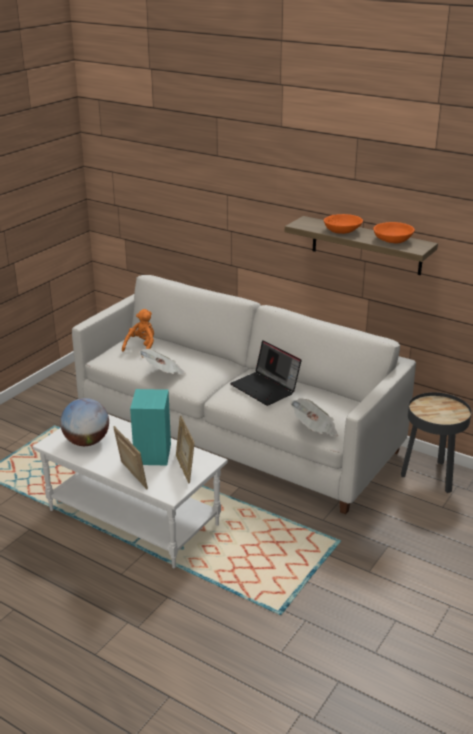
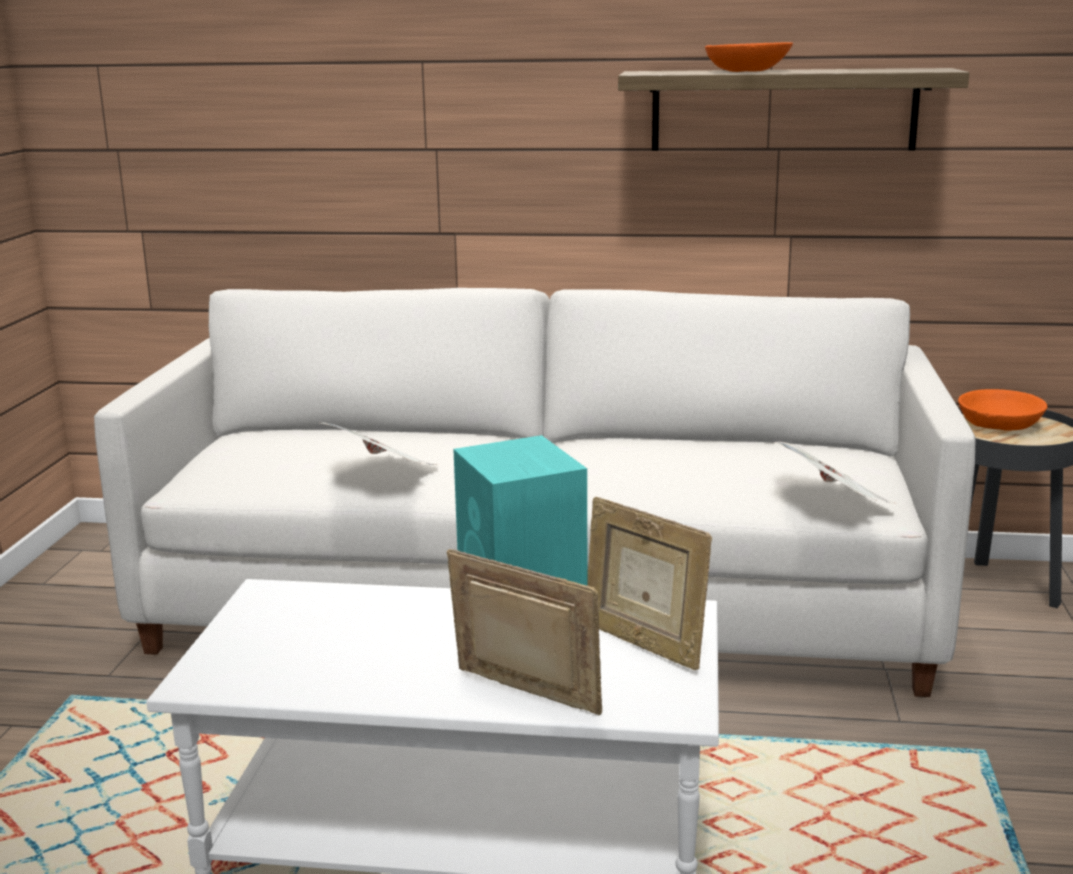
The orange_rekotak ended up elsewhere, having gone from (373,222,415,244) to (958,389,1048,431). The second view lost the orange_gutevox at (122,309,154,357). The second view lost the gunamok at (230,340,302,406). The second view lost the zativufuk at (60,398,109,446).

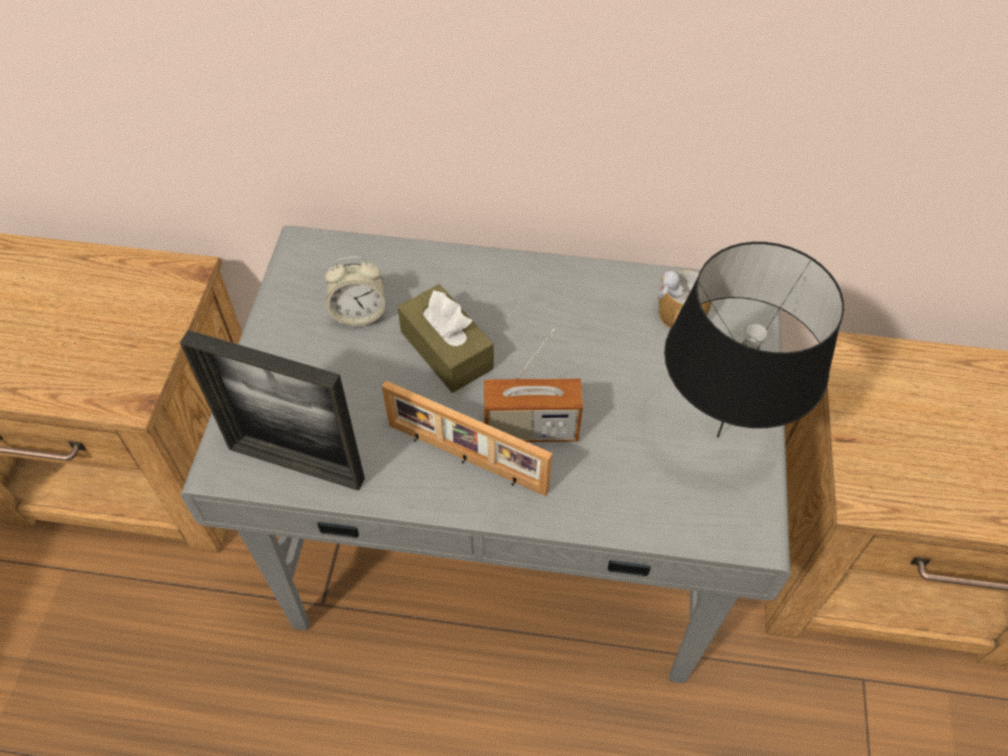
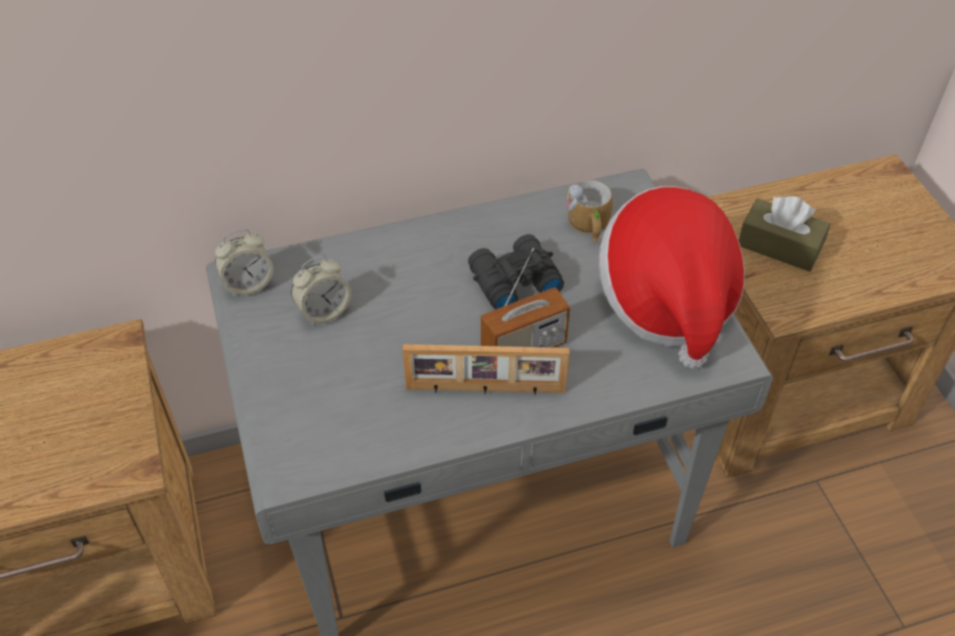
Where the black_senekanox stood at (664,242,844,438), the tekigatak came to stand at (599,186,745,369). The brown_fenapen ended up elsewhere, having gone from (398,284,494,393) to (739,196,830,272). The second view lost the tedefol at (180,330,365,491). The second view gained the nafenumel at (215,229,273,297). The second view gained the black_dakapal at (468,234,564,310).

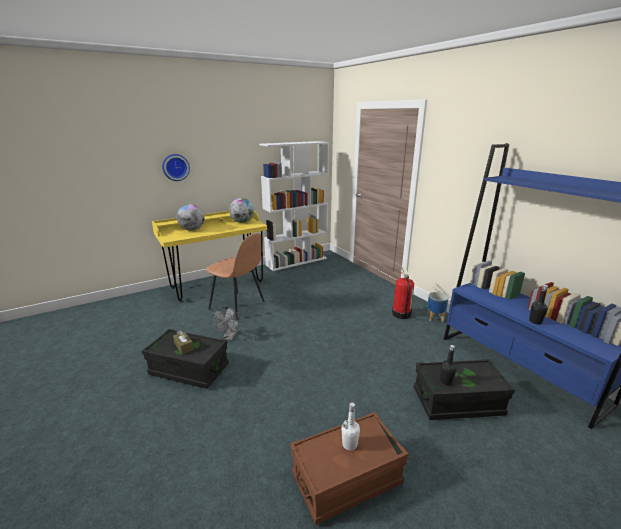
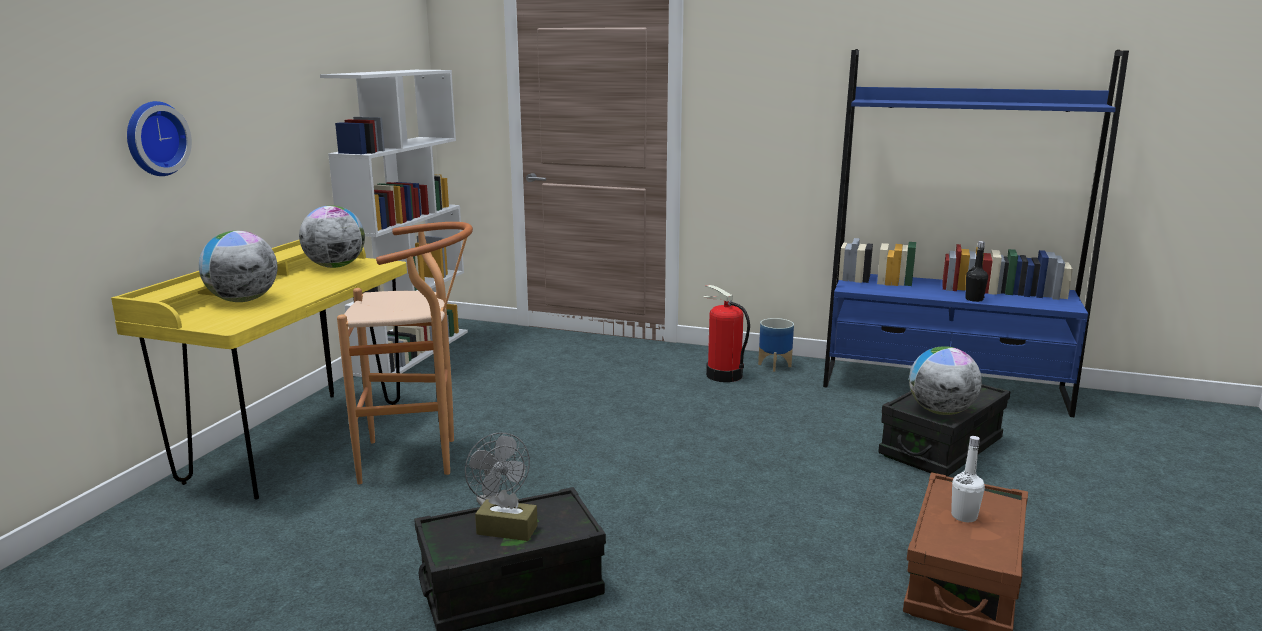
Where the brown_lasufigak stood at (206,233,264,319), the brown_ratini came to stand at (337,222,473,484). Where the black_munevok stood at (440,345,457,385), the zativufuk came to stand at (909,346,982,415).

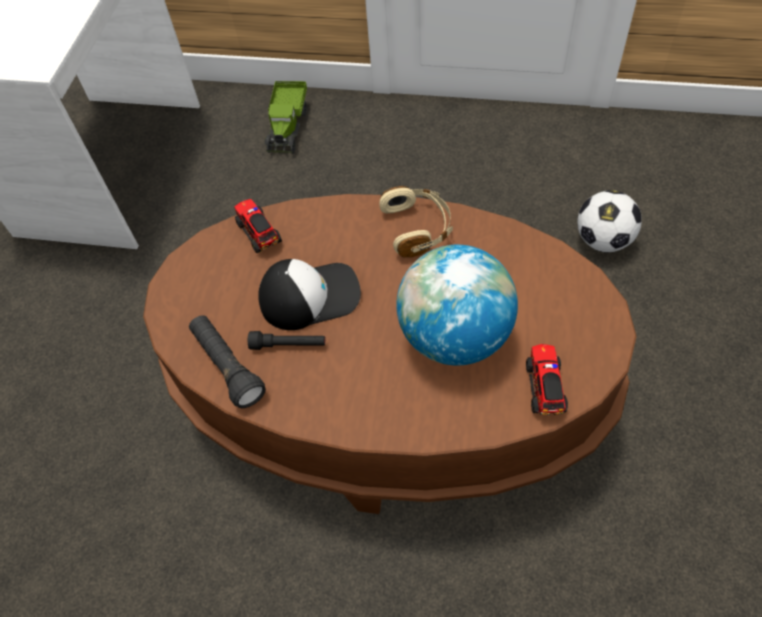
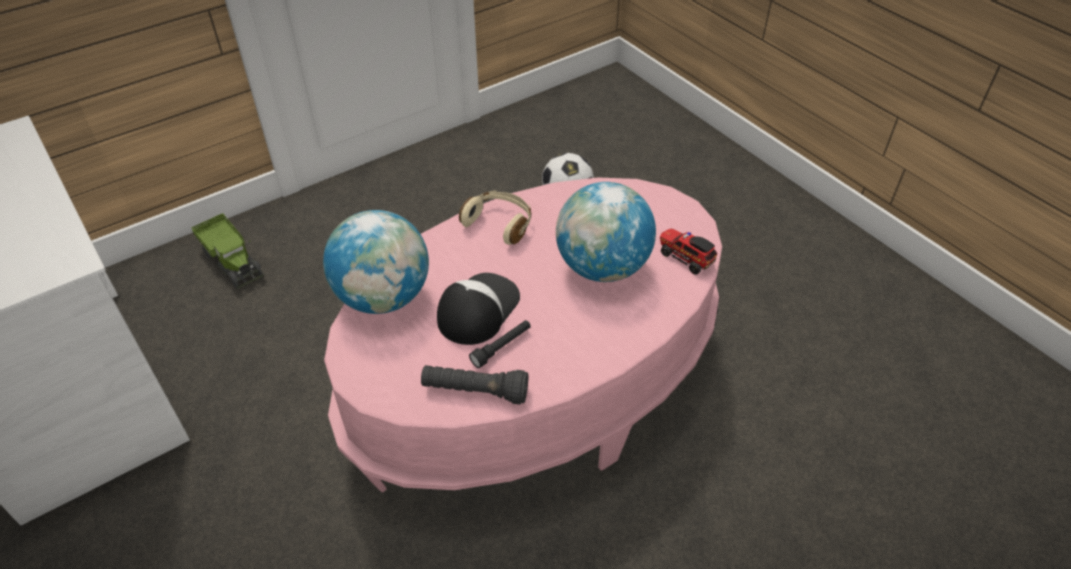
What was the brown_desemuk at (143,194,637,514) turned into the pink_desemuk at (324,177,722,492). Where the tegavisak stood at (234,199,282,253), the zativufuk came to stand at (323,210,429,314).

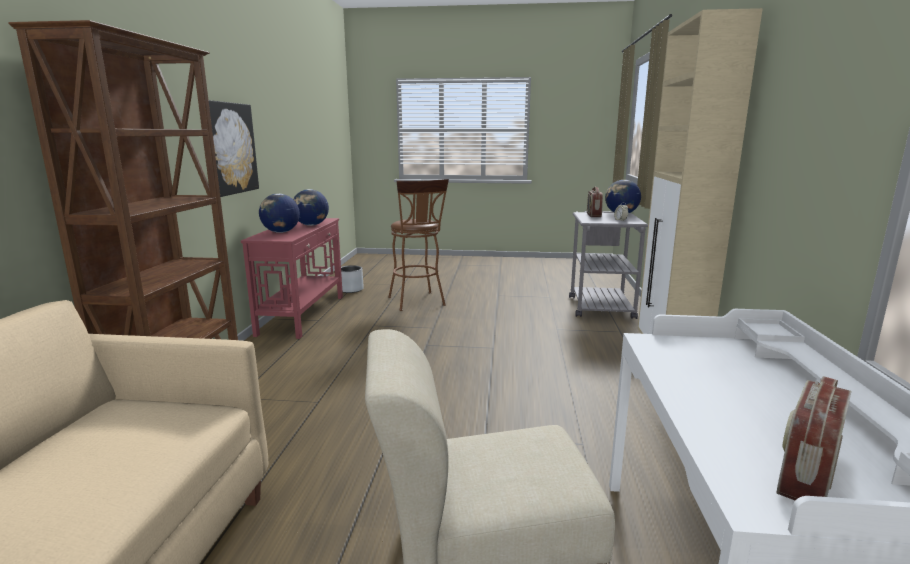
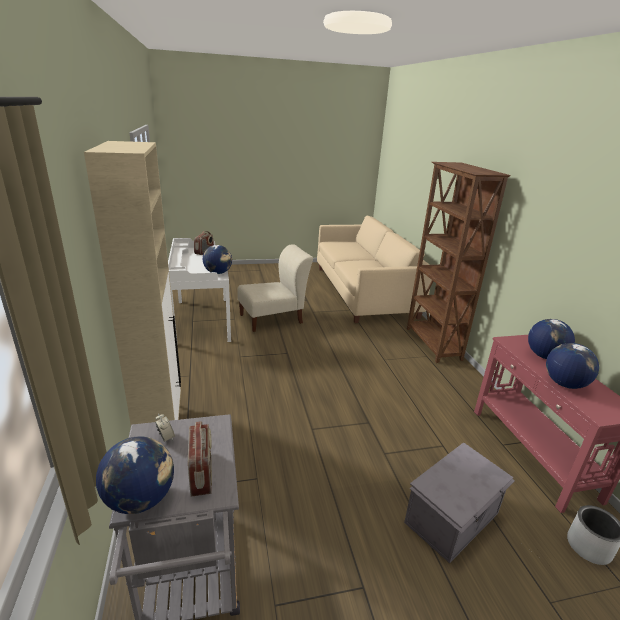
The second view lost the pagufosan at (209,100,259,197). Where the brown_ratini stood at (388,179,449,311), the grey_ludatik came to stand at (404,442,515,563). The second view gained the zativufuk at (203,245,232,274).

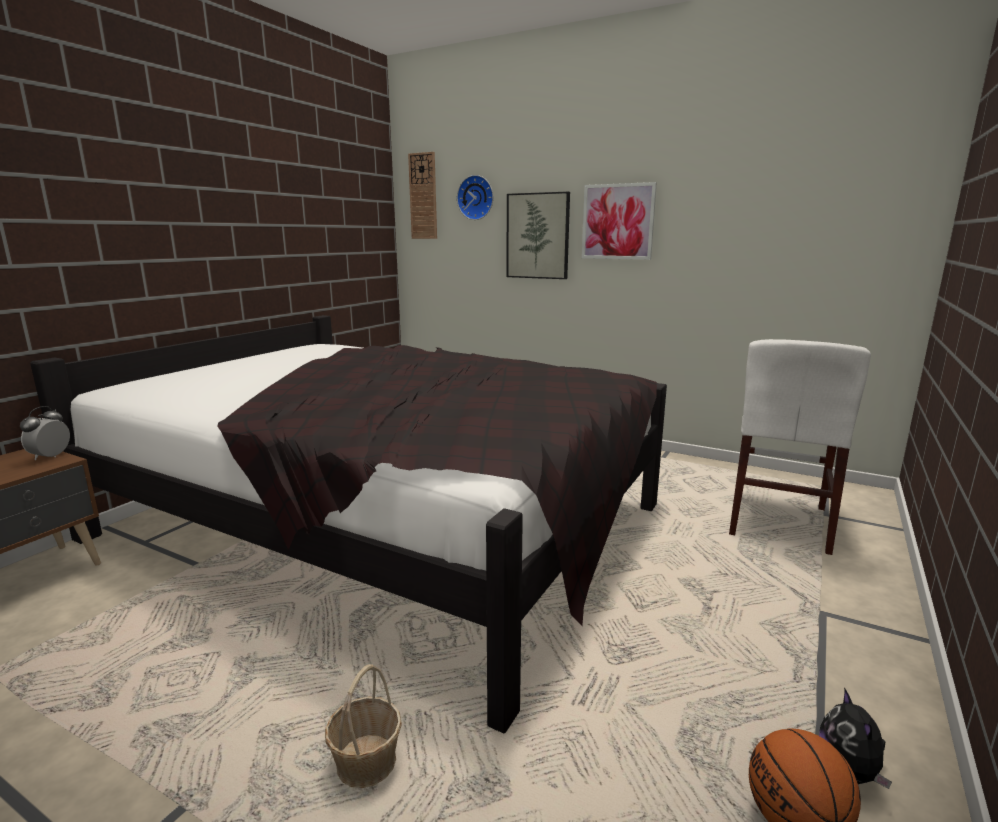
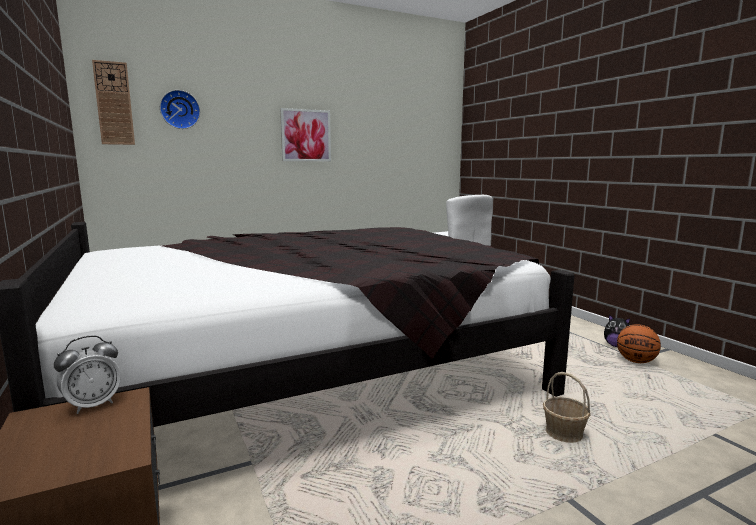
The second view lost the pagufosan at (506,192,570,279). The nafenumel at (20,406,70,460) ended up facing another way, 90 degrees counterclockwise from before.

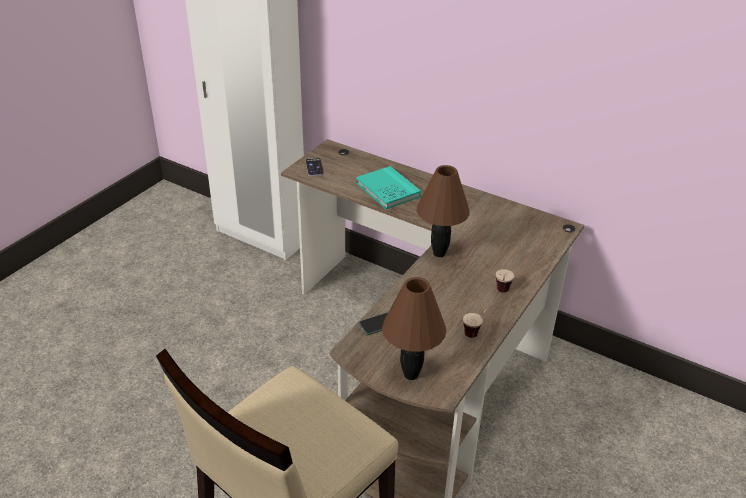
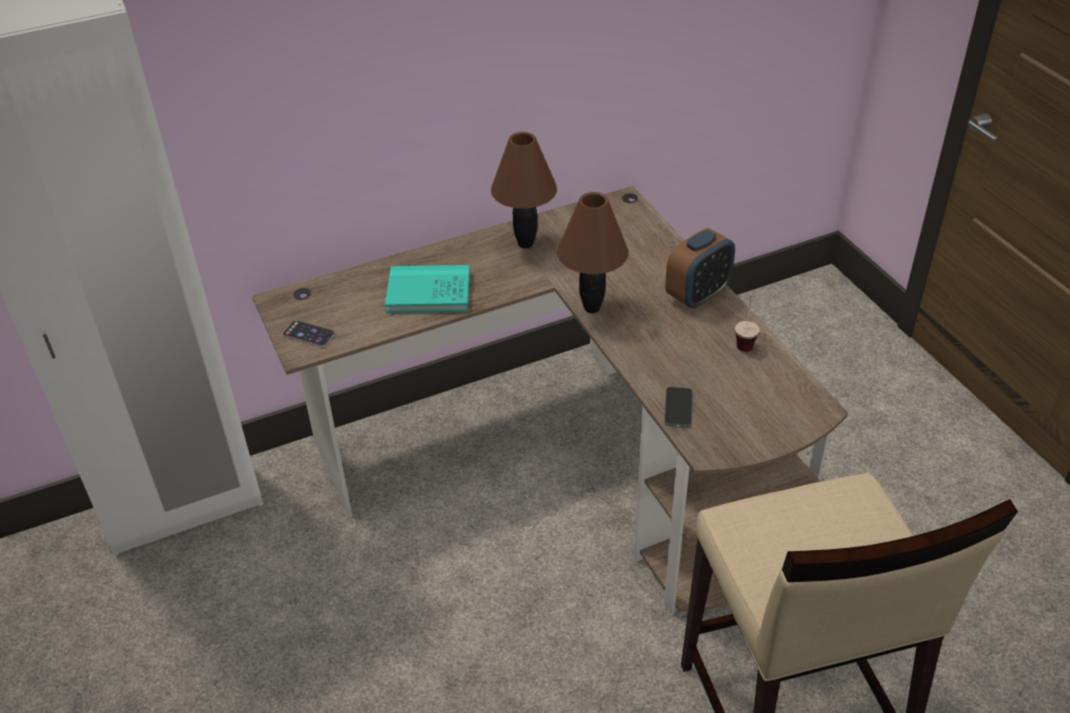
Where the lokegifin stood at (496,269,514,293), the nafenumel came to stand at (665,228,735,309). The brown_senekanox ended up elsewhere, having gone from (382,277,447,380) to (491,132,557,249).

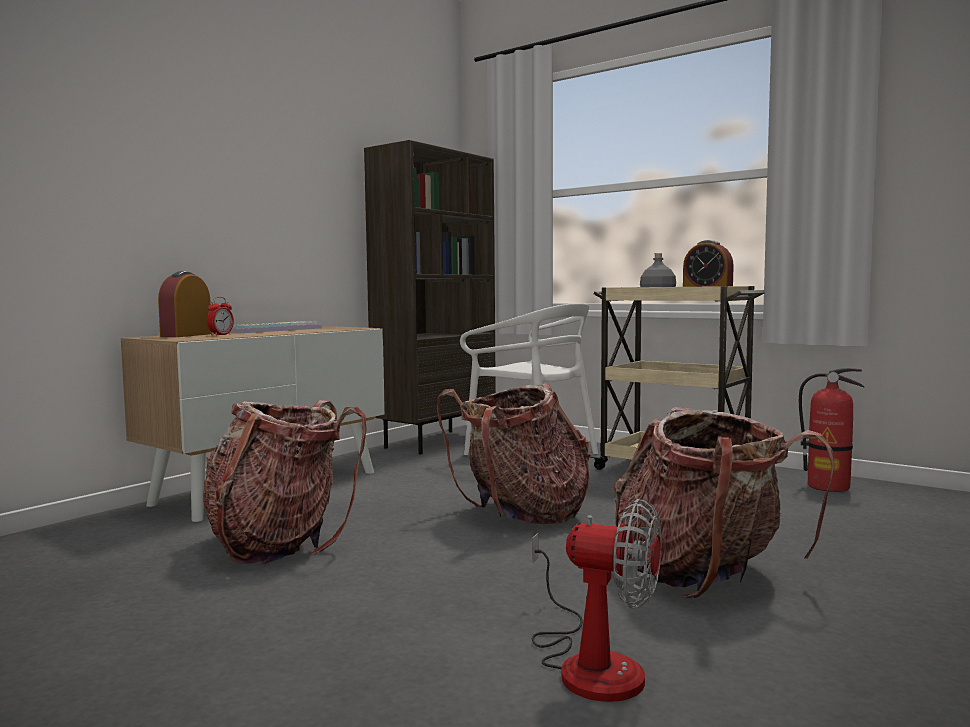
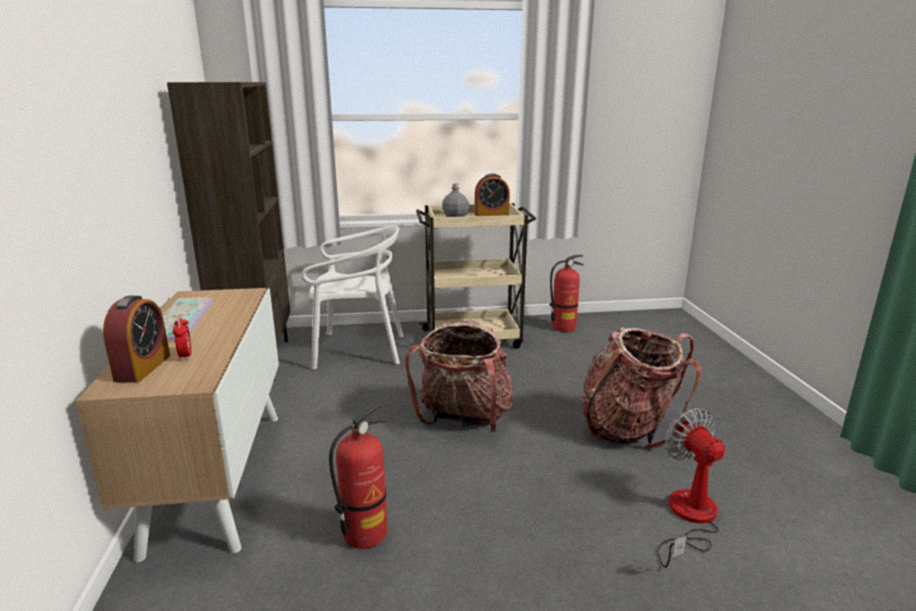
The nafenumel at (158,271,212,337) ended up facing another way, 150 degrees counterclockwise from before. Where the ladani stood at (203,400,367,564), the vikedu came to stand at (329,404,387,549). The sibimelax at (532,499,662,702) ended up facing another way, 90 degrees counterclockwise from before.

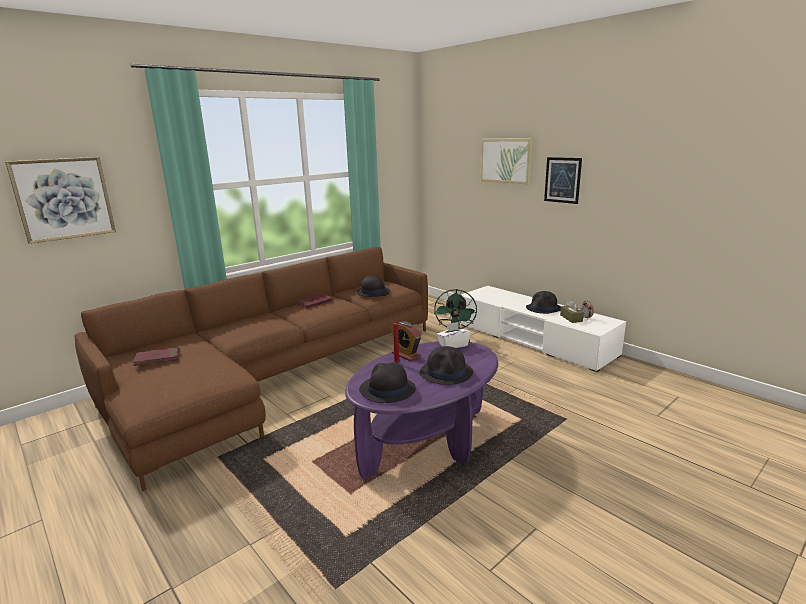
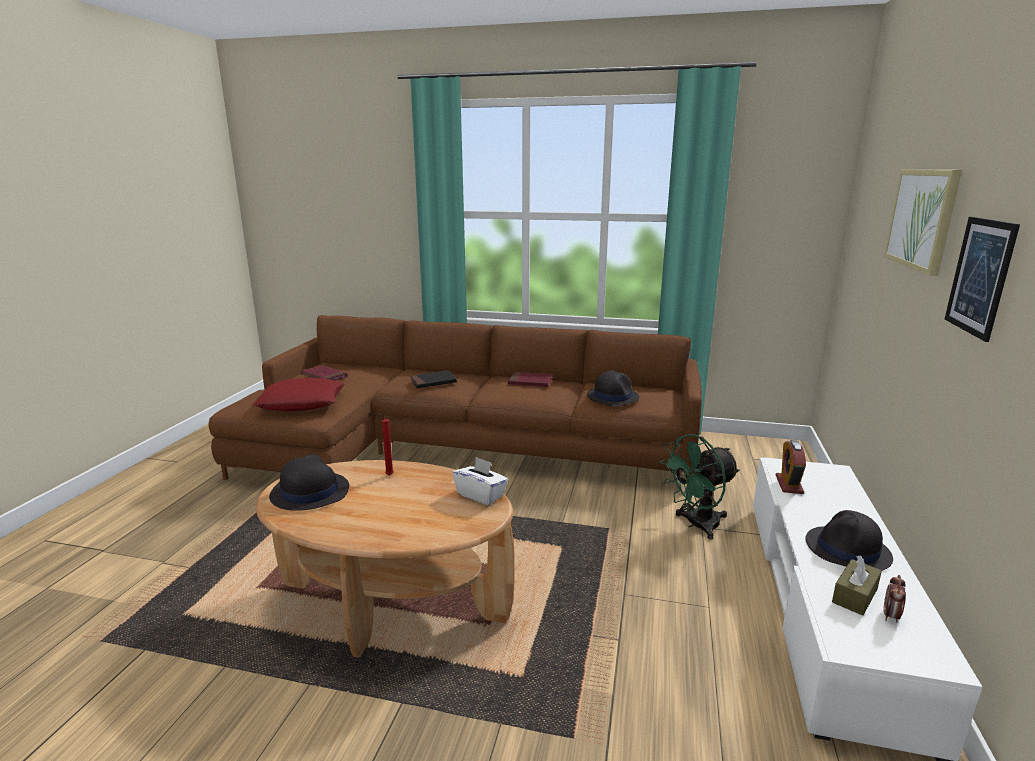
The second view lost the pagufosan at (5,157,116,244). The nafenumel ended up elsewhere, having gone from (391,321,421,361) to (776,440,806,494). What was the purple_desemuk at (345,341,498,480) turned into the brown_desemuk at (256,460,514,658). The second view lost the black_tekigatak at (420,346,473,385). The second view gained the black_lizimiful at (410,370,457,389). The second view gained the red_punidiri at (253,378,345,411).

